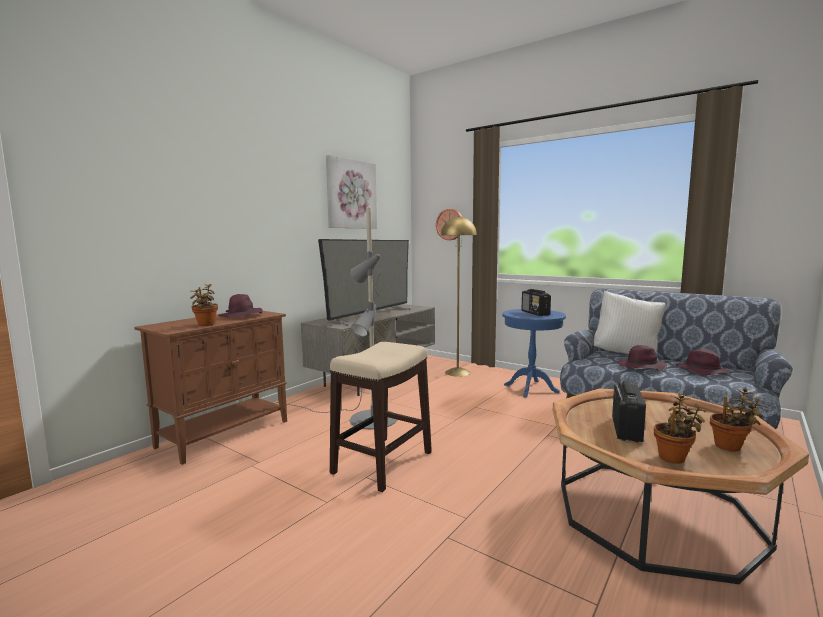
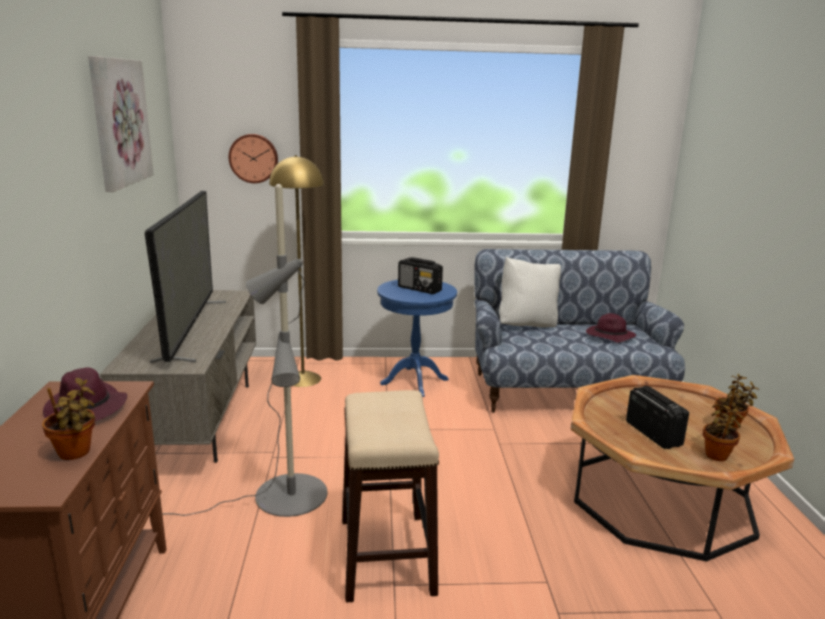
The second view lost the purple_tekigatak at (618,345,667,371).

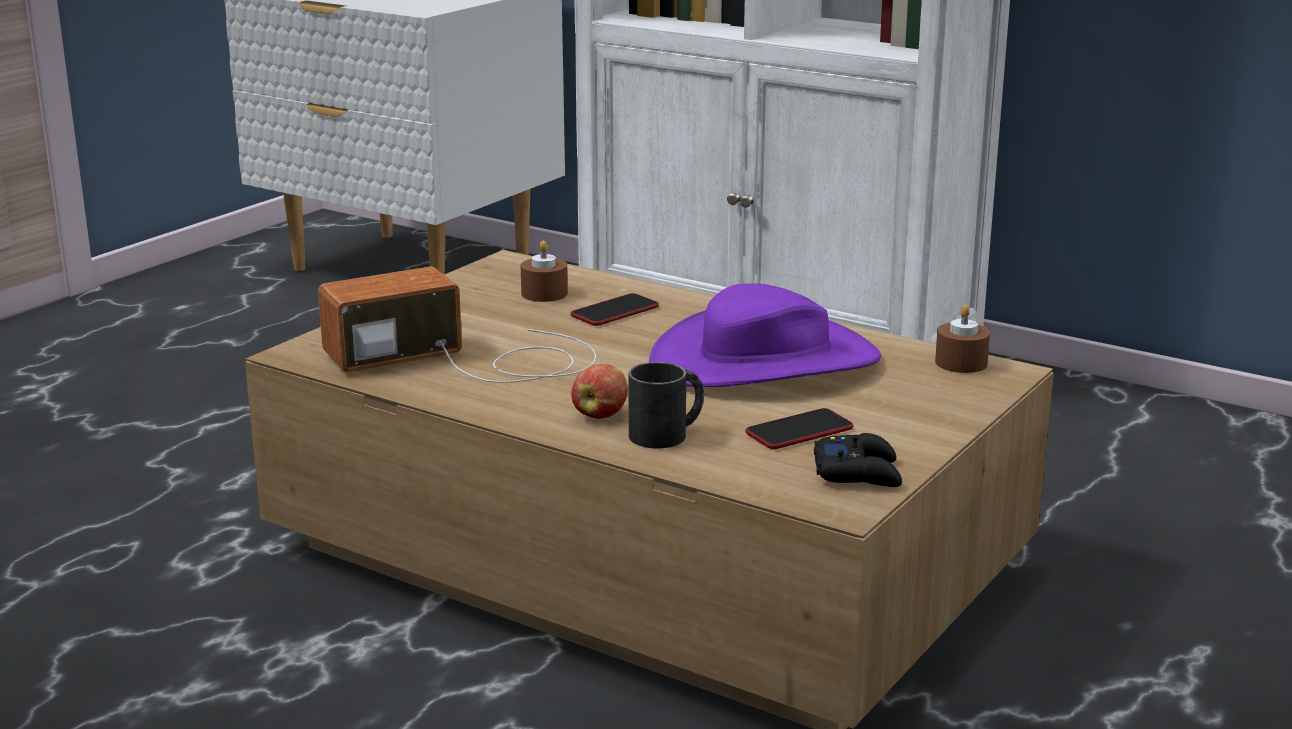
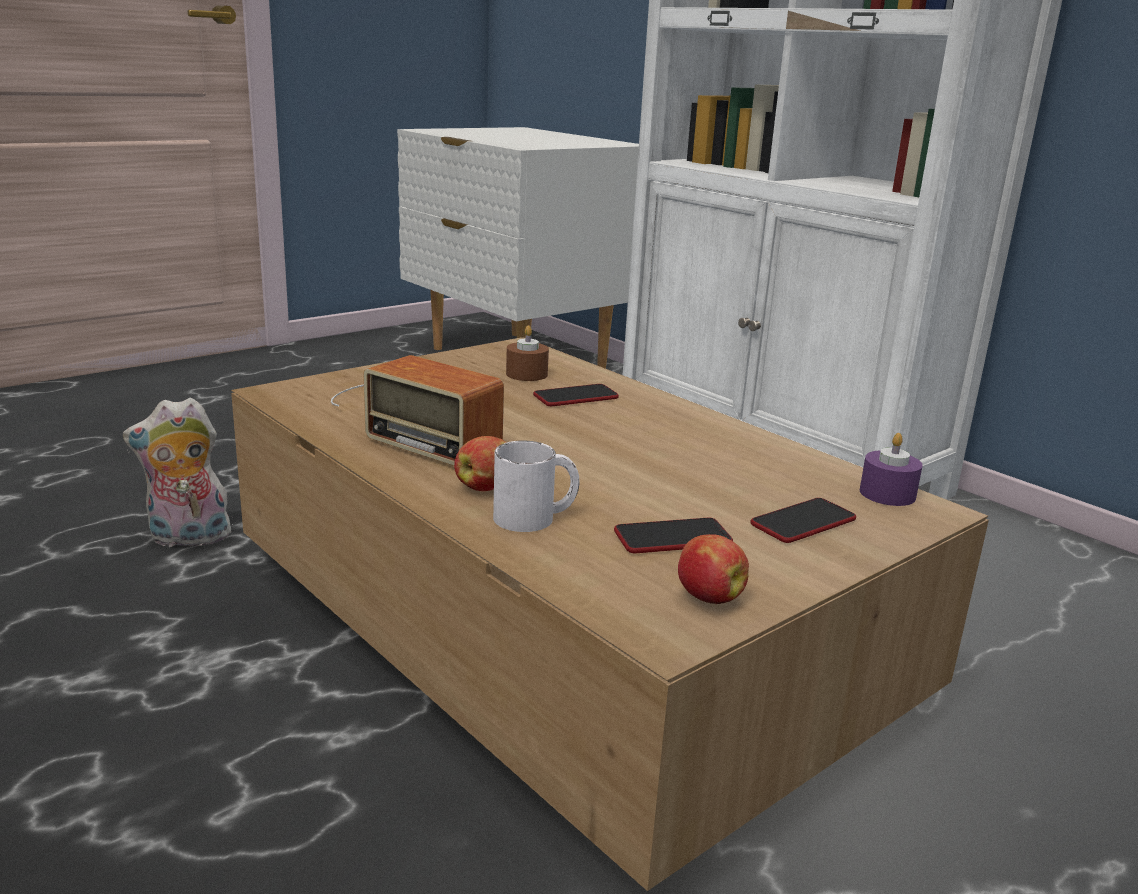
The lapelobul at (318,267,596,383) ended up facing another way, 135 degrees counterclockwise from before. The second view lost the purple_tekigatak at (649,283,881,387). What was the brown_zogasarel at (935,304,990,373) turned into the purple_zogasarel at (860,433,923,506). What was the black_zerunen at (628,362,704,448) turned into the white_zerunen at (493,441,579,532). Where the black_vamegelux stood at (814,433,902,487), the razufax came to stand at (678,534,749,604). The second view gained the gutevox at (123,398,233,547). The second view gained the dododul at (750,498,856,543).

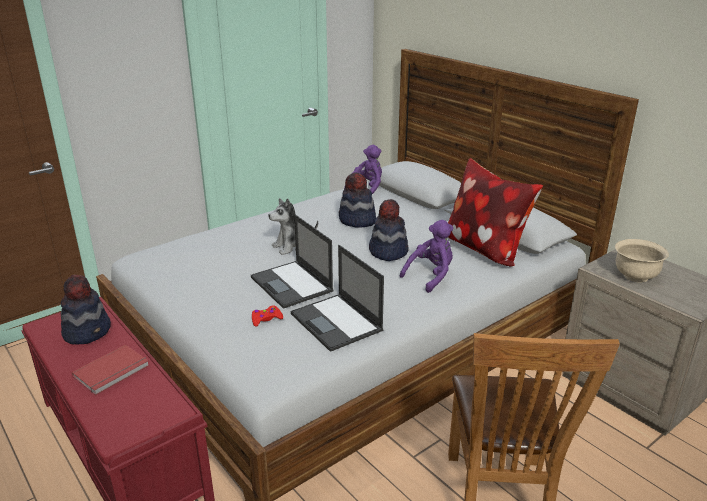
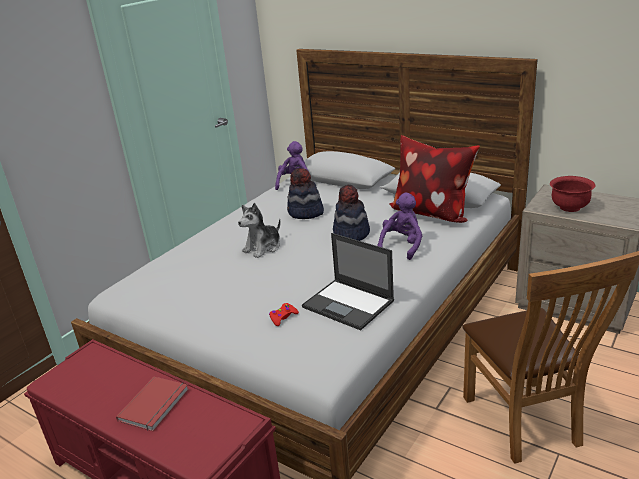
The second view lost the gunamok at (251,214,334,309). What was the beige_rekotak at (615,239,669,282) turned into the red_rekotak at (550,176,596,212). The second view lost the tekigatak at (61,274,111,344).

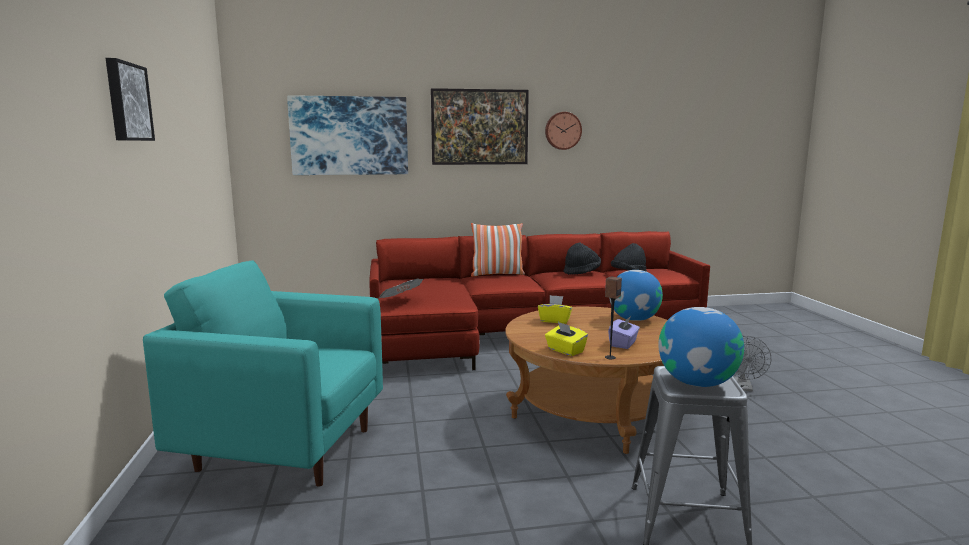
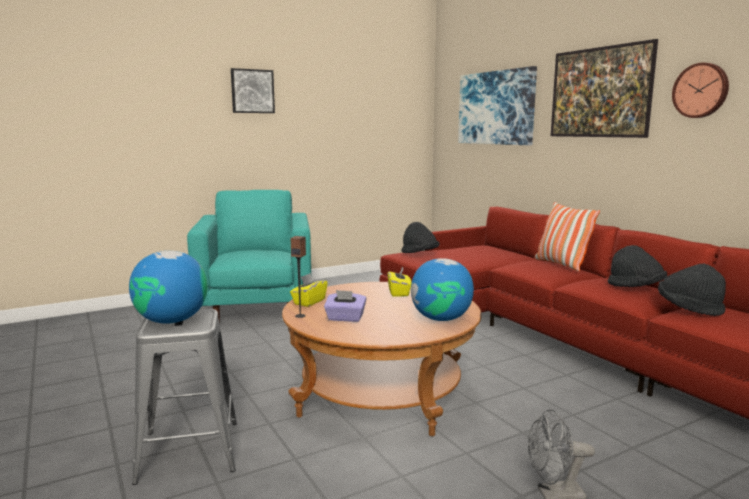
Where the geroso stood at (379,278,424,298), the black_tekigatak came to stand at (401,222,439,253).

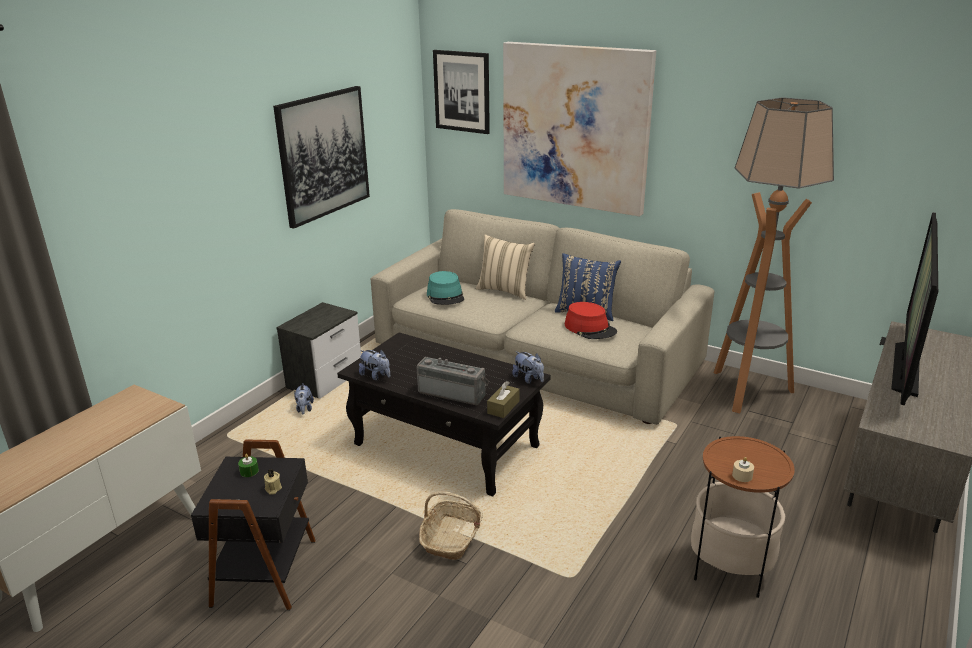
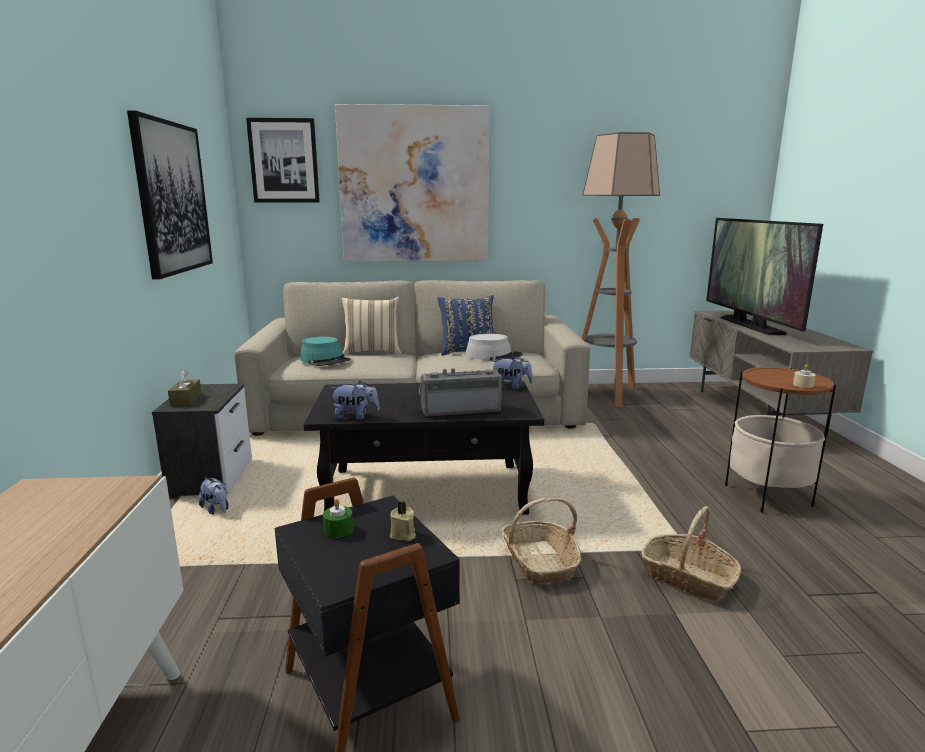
What was the red_tekigatak at (565,302,617,339) turned into the grey_tekigatak at (466,334,523,361). The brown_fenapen ended up elsewhere, having gone from (487,381,519,418) to (168,370,202,406). The second view gained the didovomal at (642,506,741,601).

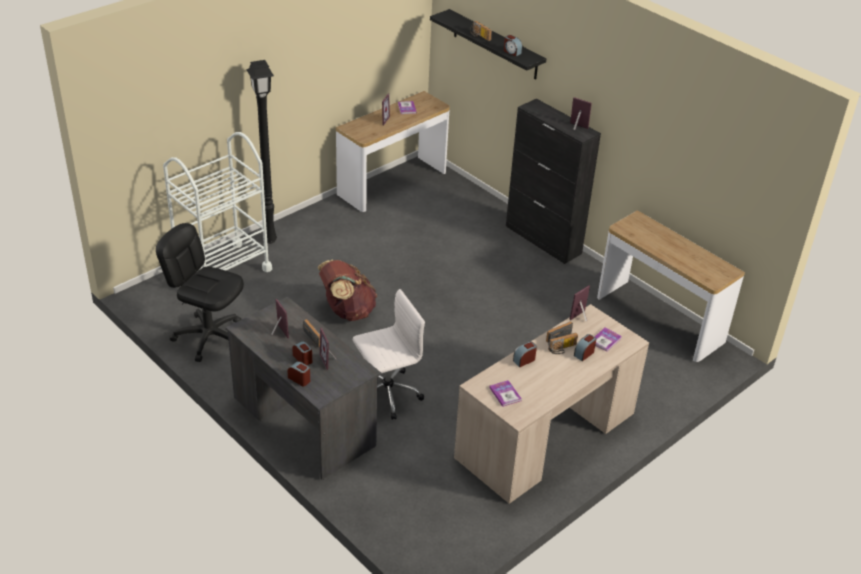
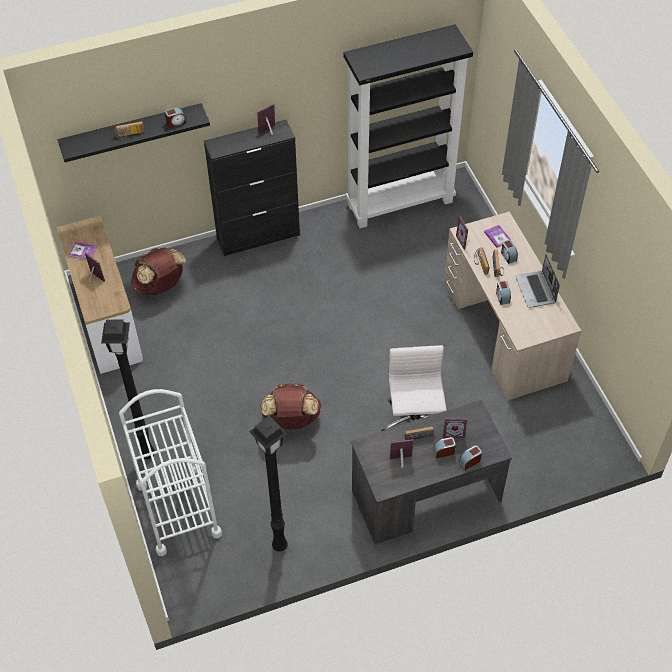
Where the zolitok stood at (597,210,745,362), the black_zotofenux came to stand at (344,25,473,228). Where the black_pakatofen stood at (156,223,244,362), the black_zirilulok came to stand at (249,416,288,552). The second view lost the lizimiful at (489,380,522,407). The second view gained the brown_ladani at (131,247,186,295). The second view gained the gunamok at (515,254,560,308).

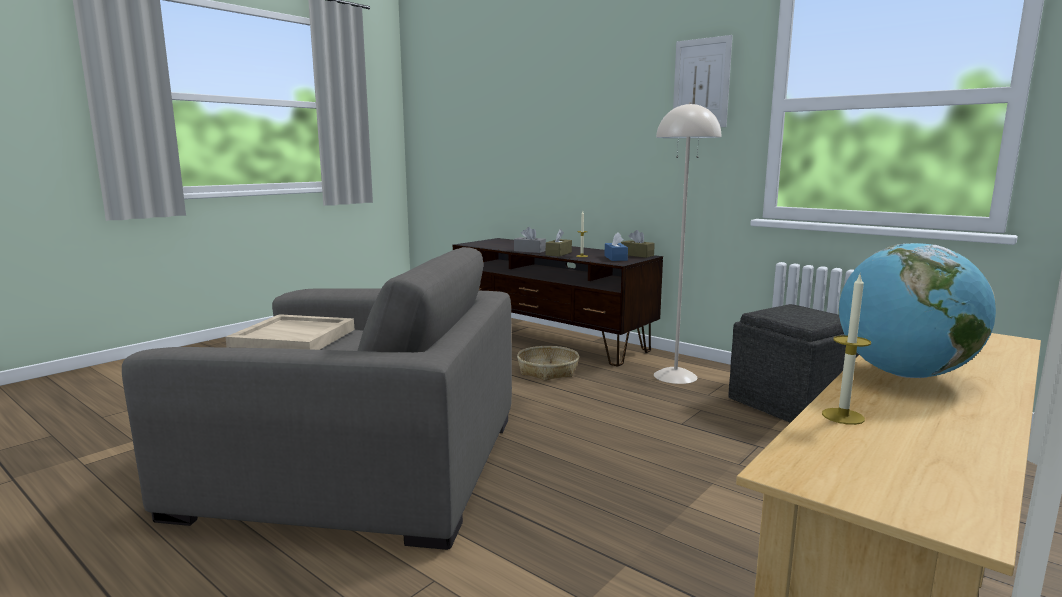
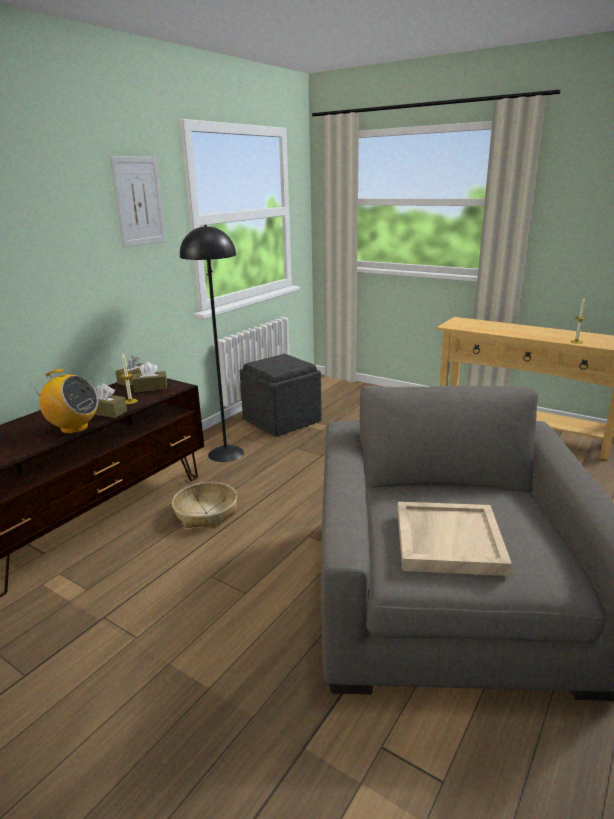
What was the beige_zirilulok at (654,102,721,384) turned into the black_zirilulok at (180,225,244,462). Where the grey_fenapen stood at (514,227,546,253), the lapelobul came to stand at (33,369,99,434). What was the blue_fenapen at (604,232,628,261) turned into the brown_fenapen at (132,362,167,392). The second view lost the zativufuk at (839,243,996,378).

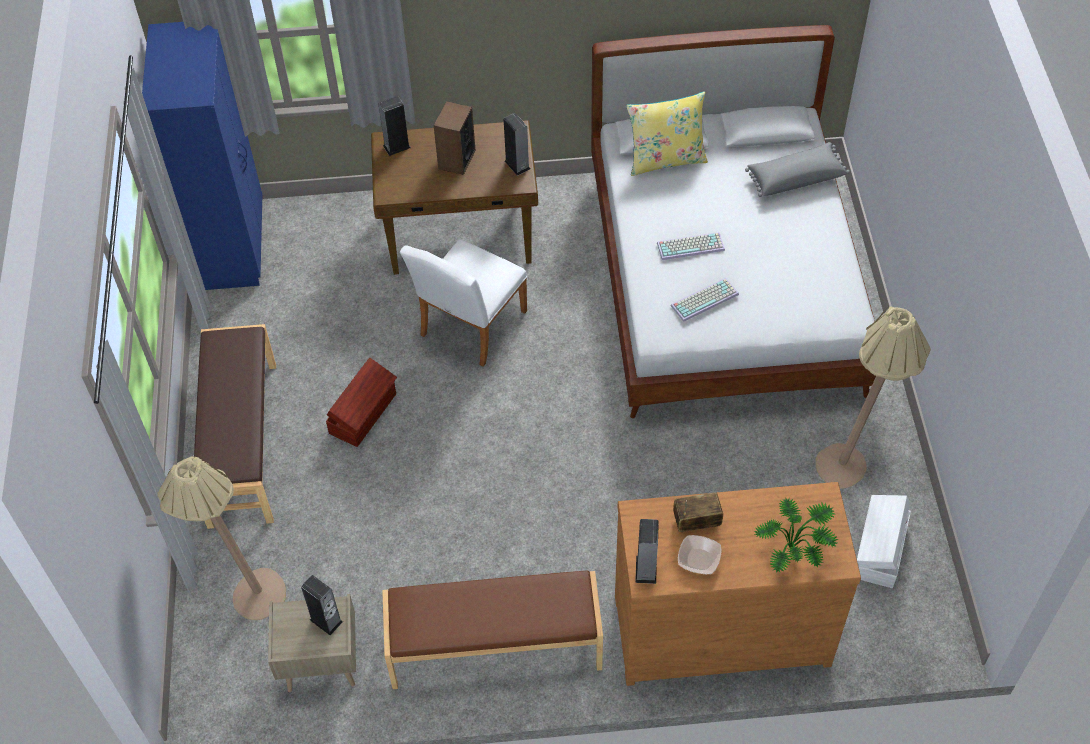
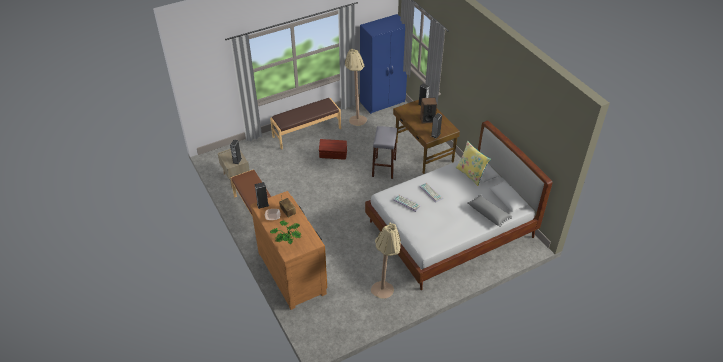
Where the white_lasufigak stood at (400,239,527,367), the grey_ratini came to stand at (372,126,397,179). The beige_zirilulok ended up elsewhere, having gone from (157,456,286,620) to (345,49,367,126). The second view lost the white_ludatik at (857,495,911,588).

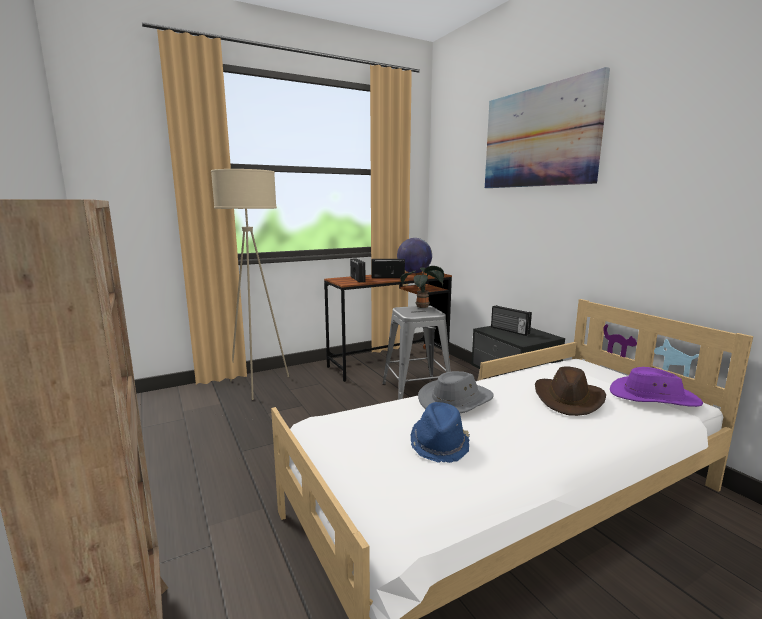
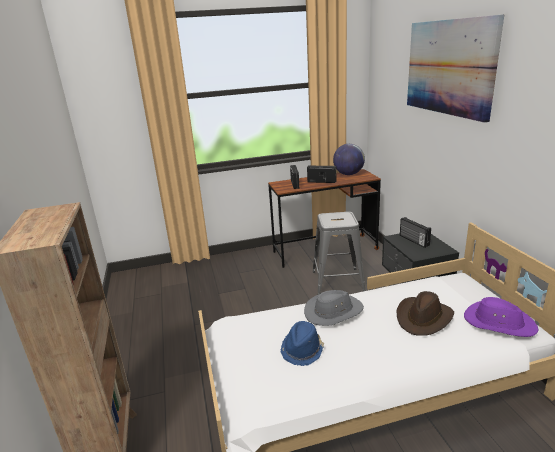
The second view lost the beige_zirilulok at (211,169,289,400). The second view lost the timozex at (401,266,444,308).

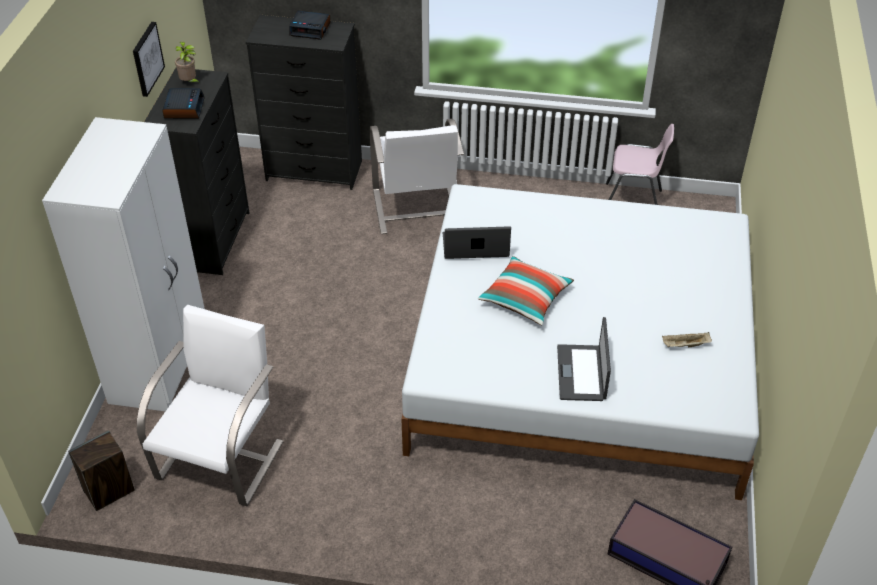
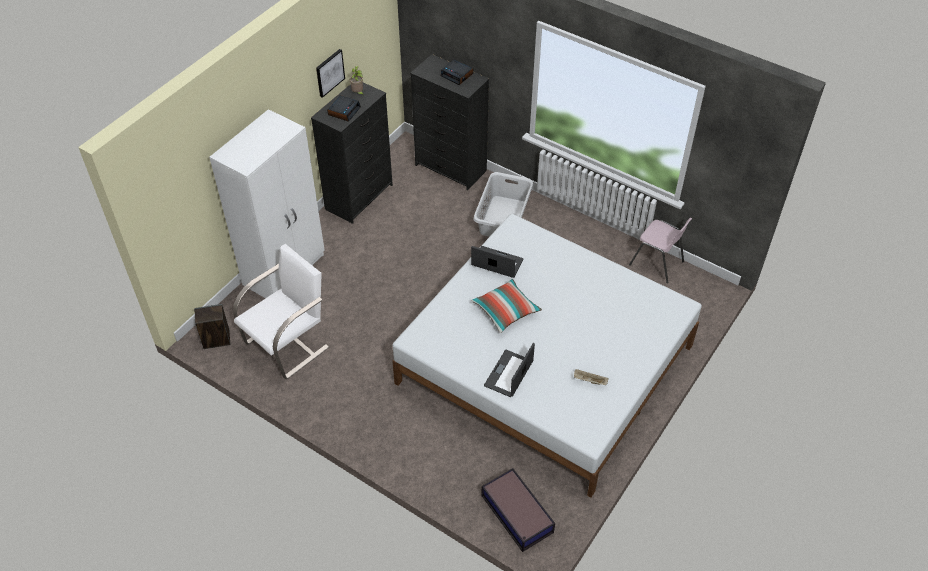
Where the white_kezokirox stood at (370,119,464,234), the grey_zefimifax came to stand at (473,172,533,237).

